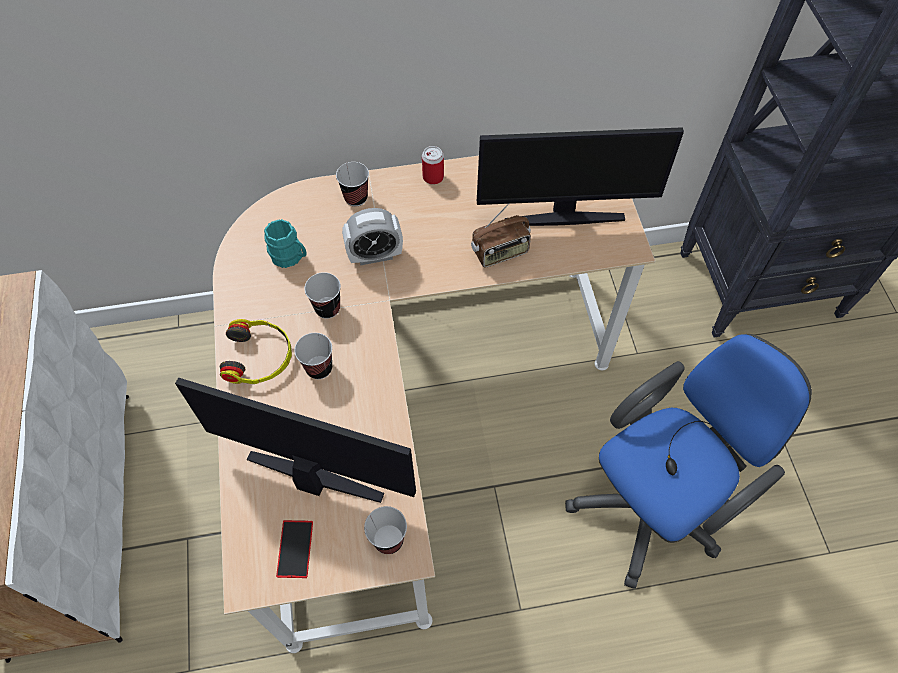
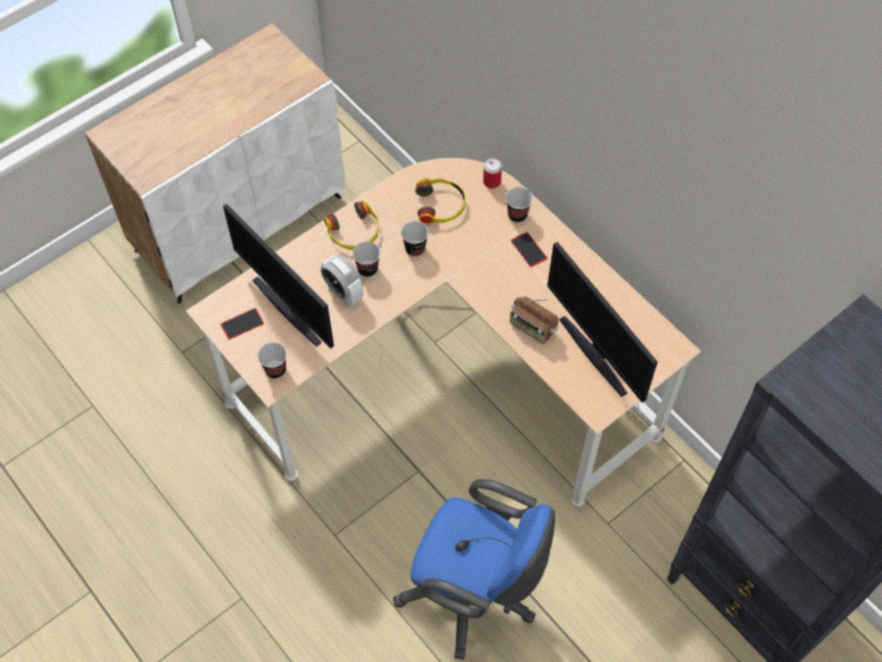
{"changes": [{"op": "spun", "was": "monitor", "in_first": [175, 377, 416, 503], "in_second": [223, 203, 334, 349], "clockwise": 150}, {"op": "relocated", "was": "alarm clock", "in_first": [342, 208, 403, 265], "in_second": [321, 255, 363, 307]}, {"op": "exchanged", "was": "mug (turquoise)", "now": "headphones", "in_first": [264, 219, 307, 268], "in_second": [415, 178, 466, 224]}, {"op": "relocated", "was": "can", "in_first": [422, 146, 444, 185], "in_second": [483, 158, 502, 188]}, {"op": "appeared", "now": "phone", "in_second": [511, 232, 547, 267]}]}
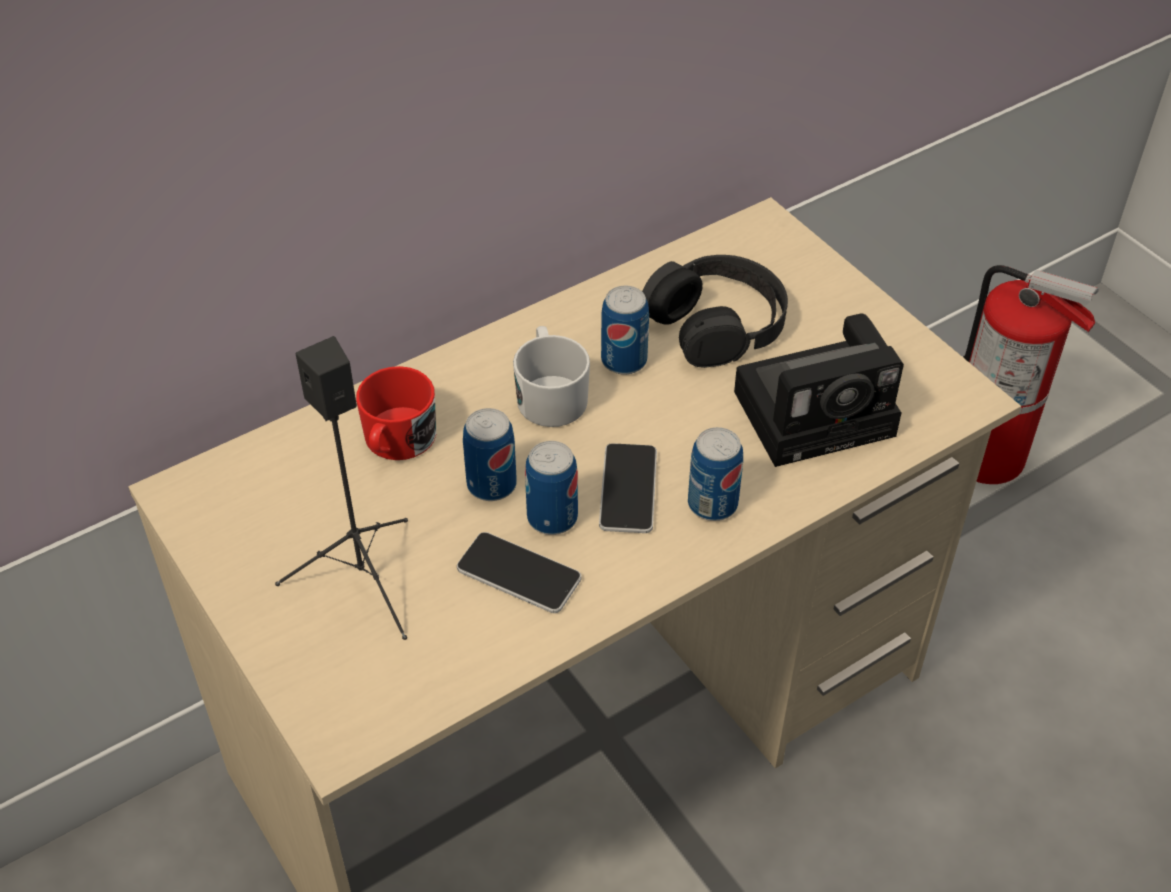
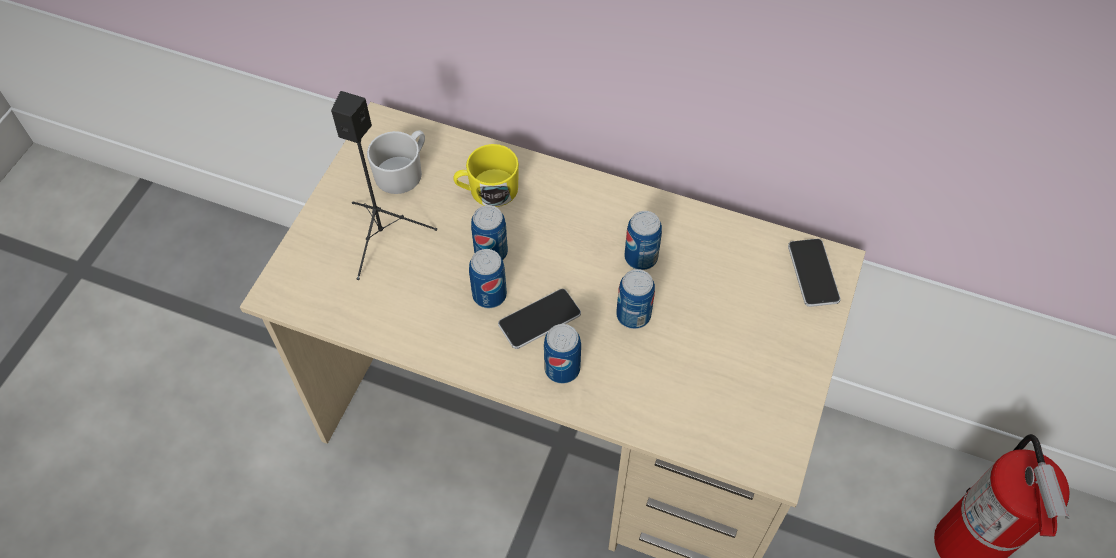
{"changes": [{"op": "relocated", "was": "mug (white)", "in_first": [513, 326, 590, 427], "in_second": [367, 130, 425, 194]}, {"op": "colour", "was": "mug (red)", "now": "mug (yellow)", "in_first": [356, 366, 436, 460], "in_second": [453, 144, 519, 207]}, {"op": "appeared", "now": "can", "in_second": [616, 269, 655, 329]}, {"op": "relocated", "was": "phone", "in_first": [457, 532, 581, 613], "in_second": [788, 239, 841, 307]}, {"op": "missing", "was": "headphones (black)", "in_first": [642, 255, 788, 368]}, {"op": "missing", "was": "photo camera", "in_first": [734, 313, 904, 467]}]}
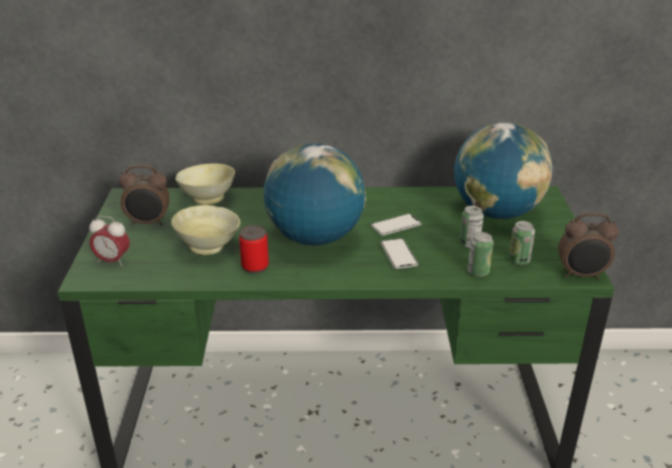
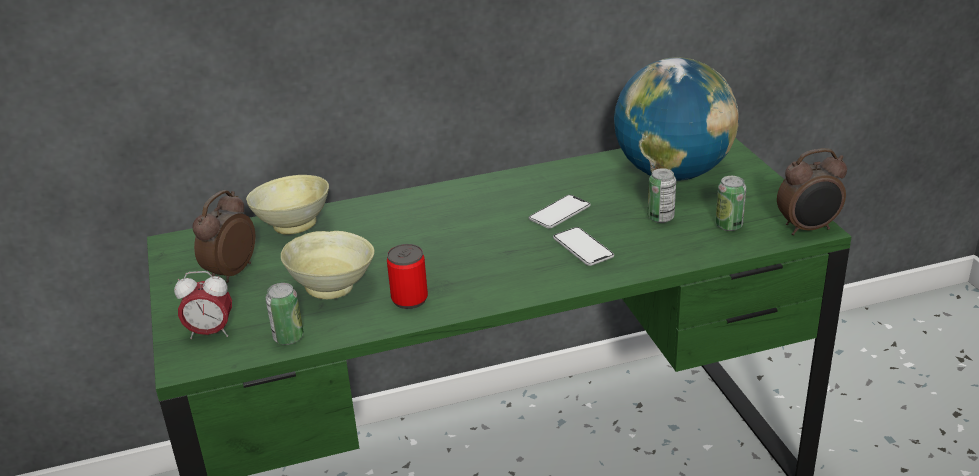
{"changes": [{"op": "spun", "was": "alarm clock", "in_first": [119, 165, 169, 226], "in_second": [192, 190, 255, 283], "clockwise": 135}, {"op": "relocated", "was": "can", "in_first": [468, 232, 494, 277], "in_second": [266, 283, 304, 345]}, {"op": "missing", "was": "globe", "in_first": [263, 143, 366, 246]}]}
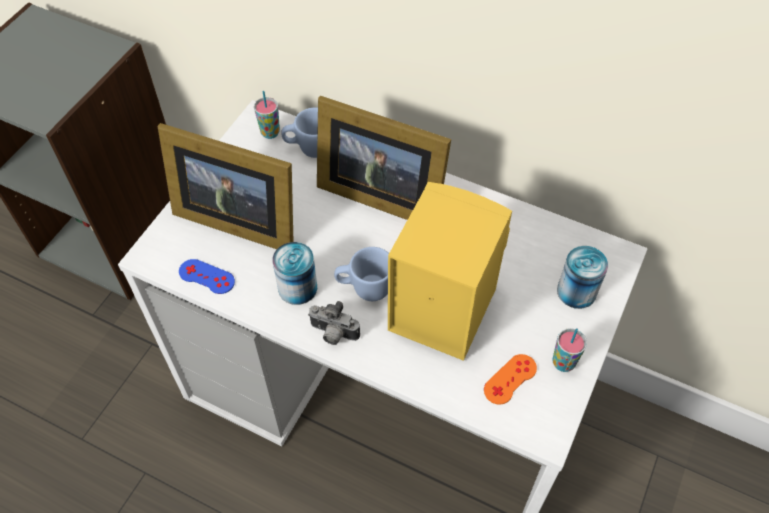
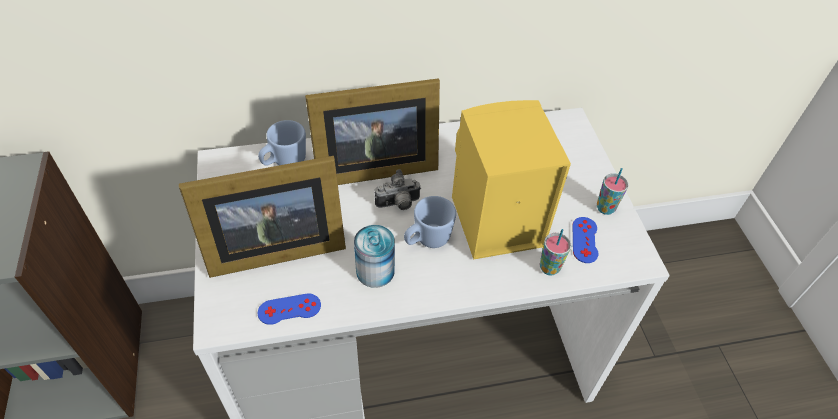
{"changes": [{"op": "relocated", "was": "photo camera", "in_first": [308, 301, 360, 345], "in_second": [375, 169, 421, 210]}, {"op": "relocated", "was": "cup", "in_first": [254, 91, 280, 139], "in_second": [540, 229, 572, 275]}, {"op": "colour", "was": "game controller (orange)", "now": "game controller (blue)", "in_first": [484, 354, 537, 405], "in_second": [573, 217, 599, 263]}, {"op": "missing", "was": "can", "in_first": [557, 246, 608, 309]}]}
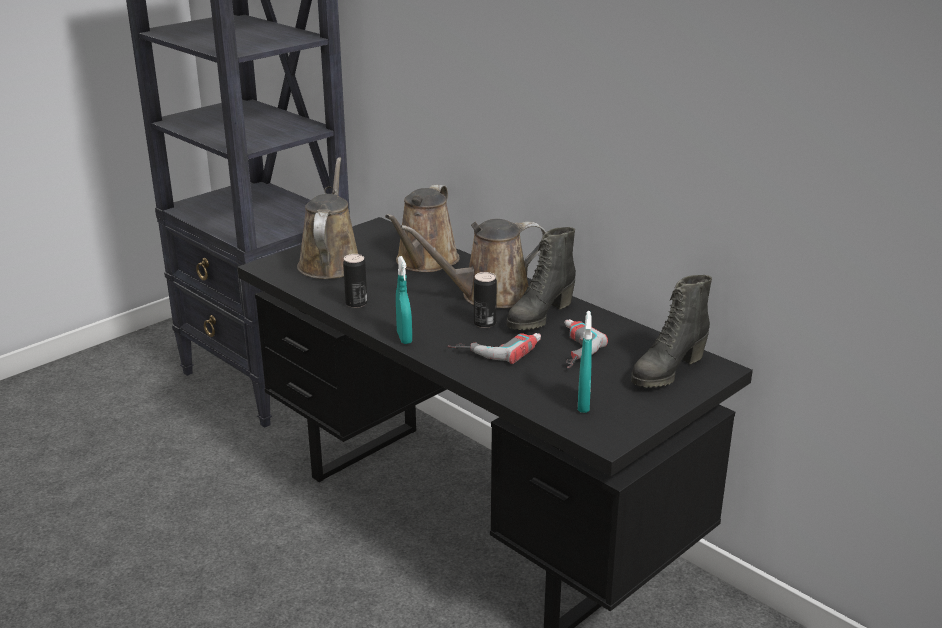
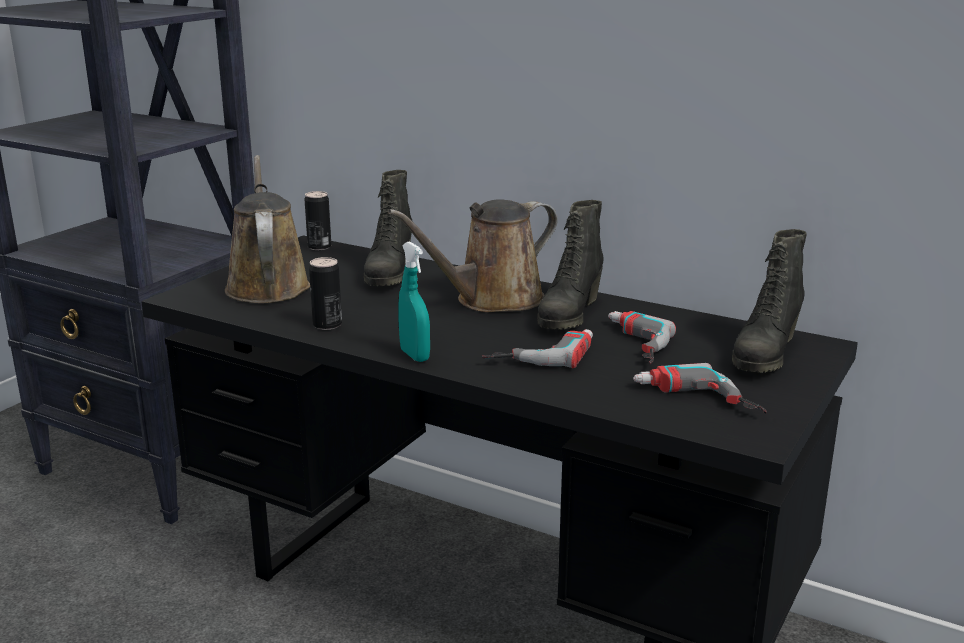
{"changes": [{"op": "relocated", "was": "can", "in_first": [474, 272, 497, 328], "in_second": [304, 191, 331, 250]}, {"op": "exchanged", "was": "watering can (brown)", "now": "boot (black)", "in_first": [385, 184, 460, 272], "in_second": [364, 170, 412, 286]}, {"op": "exchanged", "was": "spray bottle (turquoise)", "now": "power drill", "in_first": [578, 311, 592, 413], "in_second": [633, 363, 767, 414]}]}
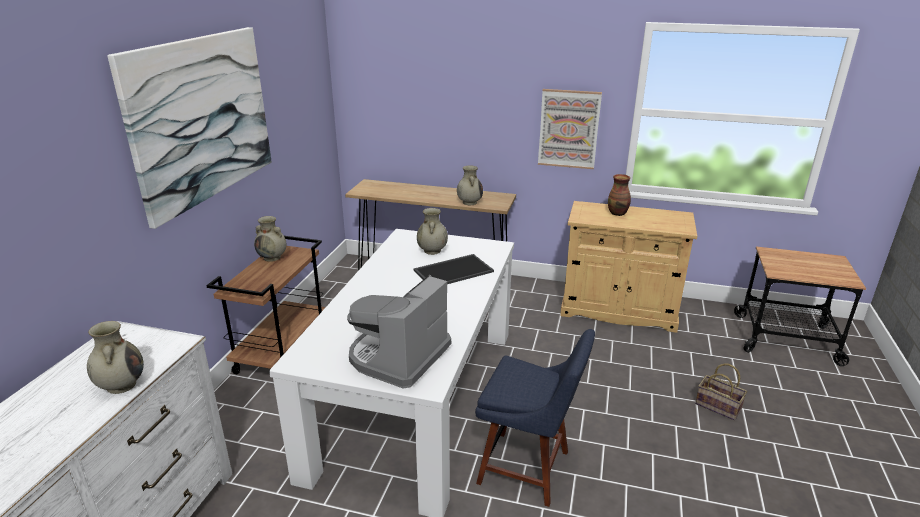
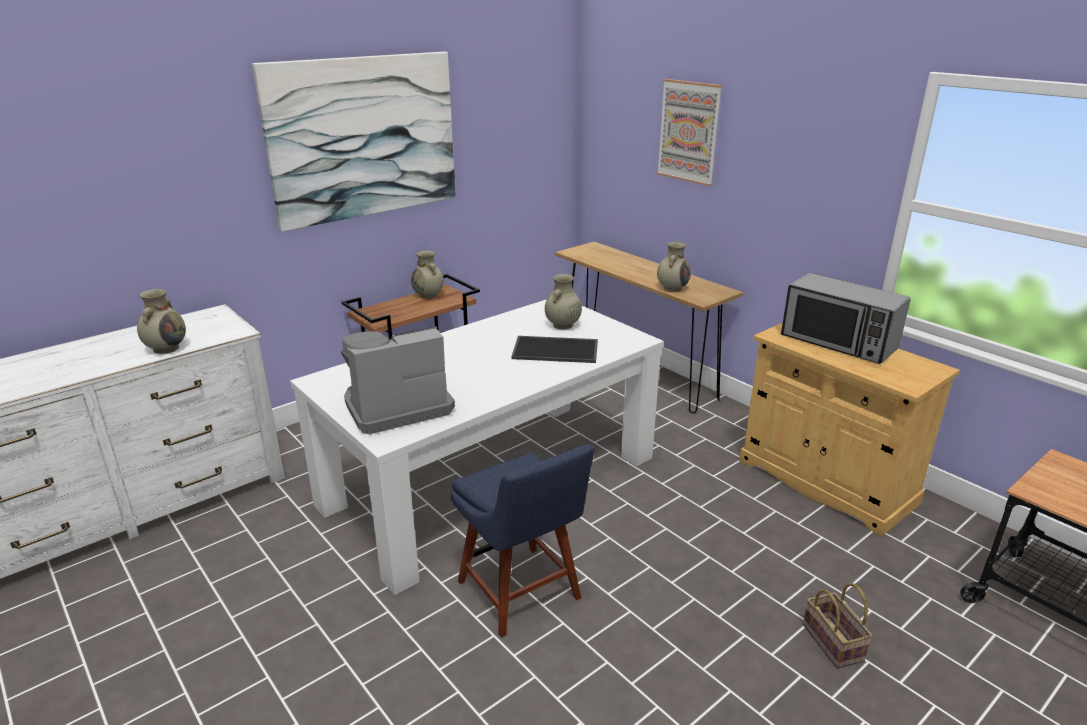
{"changes": [{"op": "relocated", "was": "picture", "in_first": [538, 89, 602, 169], "in_second": [657, 79, 722, 186]}, {"op": "exchanged", "was": "vase", "now": "microwave", "in_first": [608, 174, 631, 216], "in_second": [781, 273, 911, 364]}]}
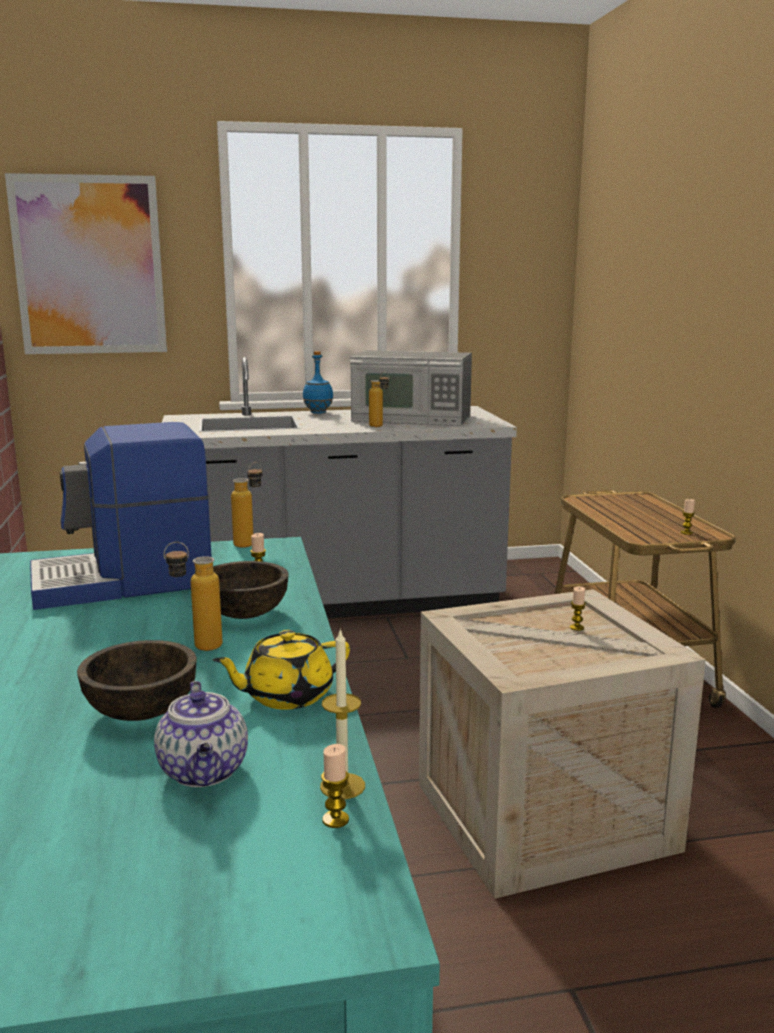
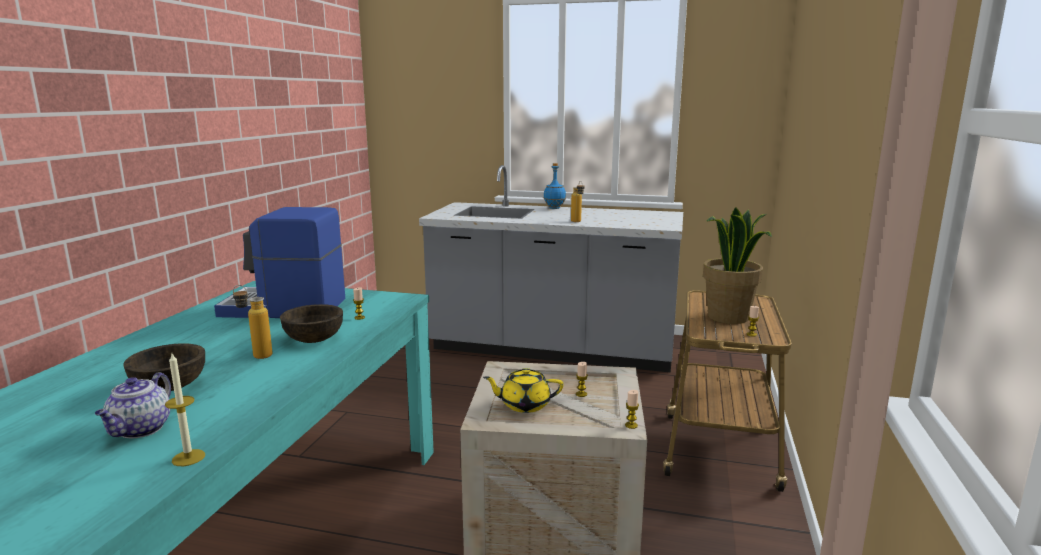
{"changes": [{"op": "relocated", "was": "teapot (yellow)", "in_first": [212, 630, 350, 710], "in_second": [483, 368, 563, 413]}, {"op": "relocated", "was": "candle", "in_first": [321, 744, 349, 828], "in_second": [625, 390, 639, 429]}, {"op": "appeared", "now": "potted plant", "in_second": [703, 207, 772, 324]}, {"op": "missing", "was": "picture", "in_first": [5, 173, 167, 354]}, {"op": "missing", "was": "bottle", "in_first": [231, 462, 262, 548]}, {"op": "missing", "was": "microwave", "in_first": [350, 350, 472, 426]}]}
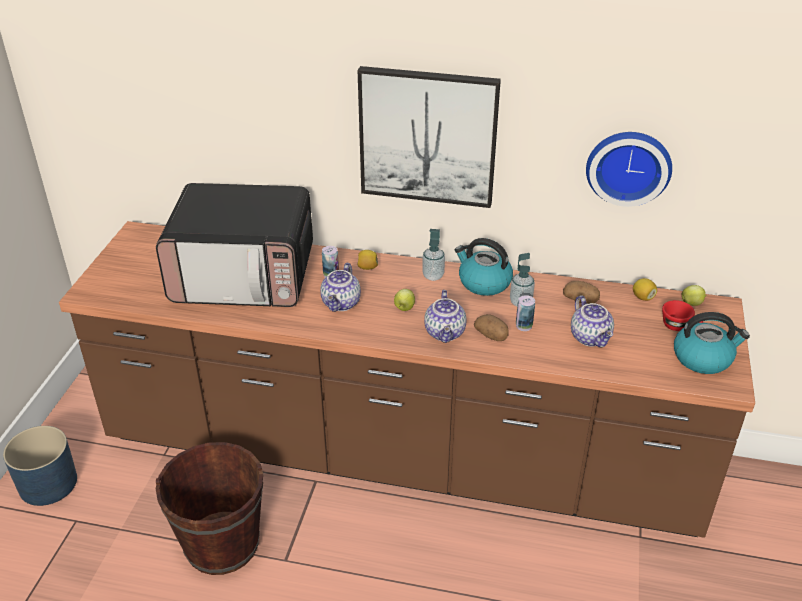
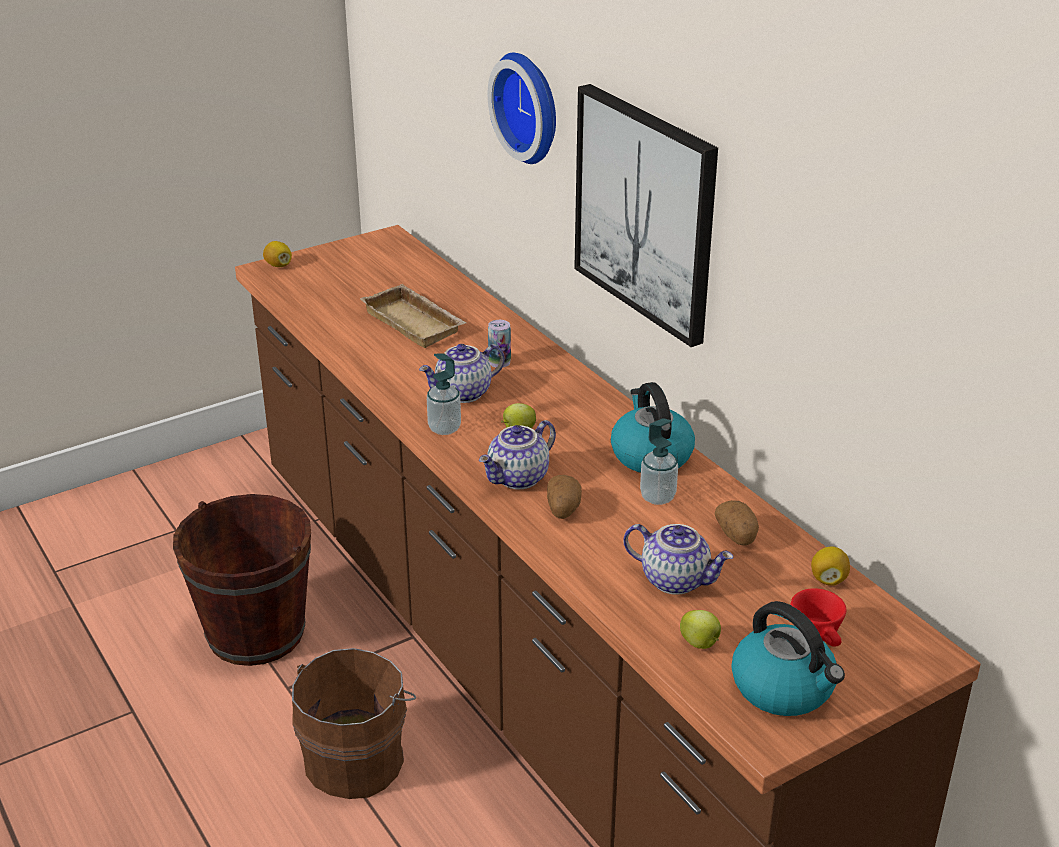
{"changes": [{"op": "relocated", "was": "lemon", "in_first": [357, 250, 378, 270], "in_second": [263, 241, 292, 267]}, {"op": "appeared", "now": "bucket (brown)", "in_second": [292, 648, 416, 799]}, {"op": "exchanged", "was": "microwave", "now": "tray (beige)", "in_first": [156, 183, 313, 307], "in_second": [360, 284, 467, 348]}, {"op": "relocated", "was": "soap dispenser", "in_first": [422, 229, 445, 281], "in_second": [427, 353, 461, 435]}, {"op": "relocated", "was": "wall clock", "in_first": [586, 132, 672, 207], "in_second": [488, 53, 556, 164]}, {"op": "spun", "was": "teapot", "in_first": [571, 295, 614, 348], "in_second": [623, 524, 734, 595], "clockwise": -90}, {"op": "relocated", "was": "apple", "in_first": [682, 285, 707, 306], "in_second": [680, 610, 721, 649]}, {"op": "missing", "was": "planter (blue)", "in_first": [3, 426, 77, 506]}, {"op": "missing", "was": "can", "in_first": [516, 295, 535, 331]}]}
